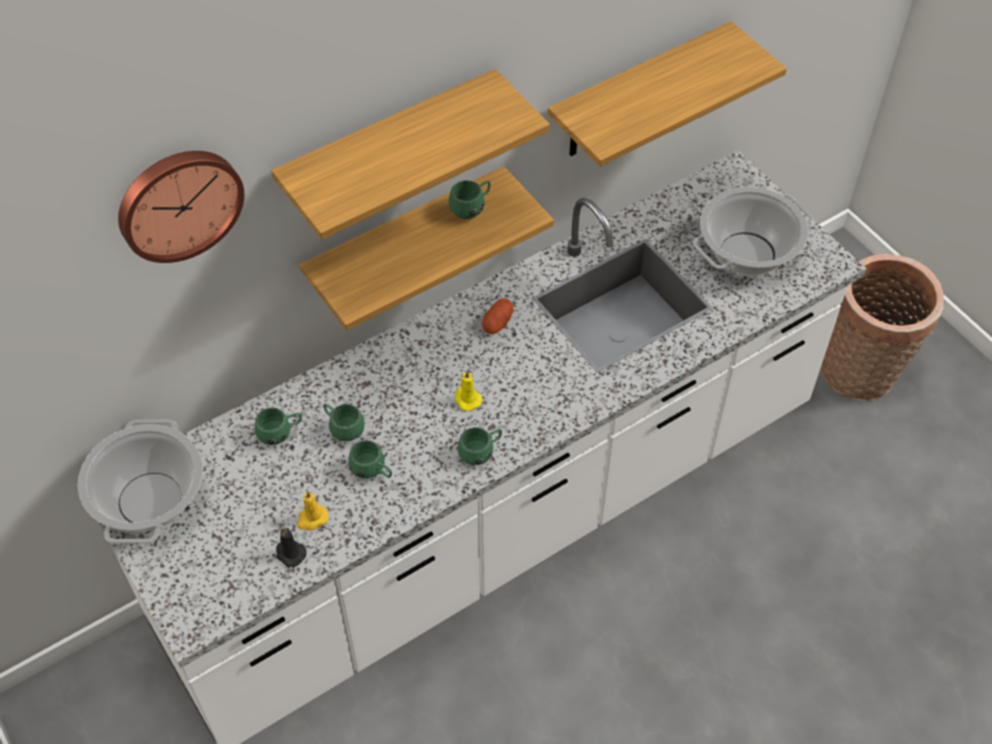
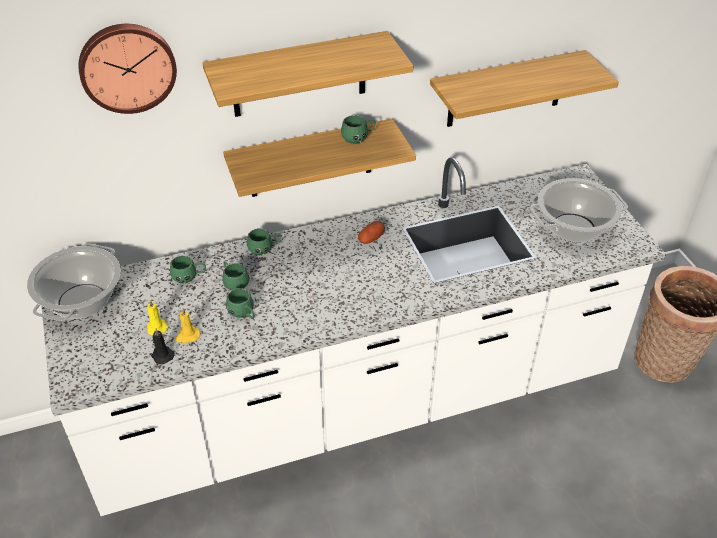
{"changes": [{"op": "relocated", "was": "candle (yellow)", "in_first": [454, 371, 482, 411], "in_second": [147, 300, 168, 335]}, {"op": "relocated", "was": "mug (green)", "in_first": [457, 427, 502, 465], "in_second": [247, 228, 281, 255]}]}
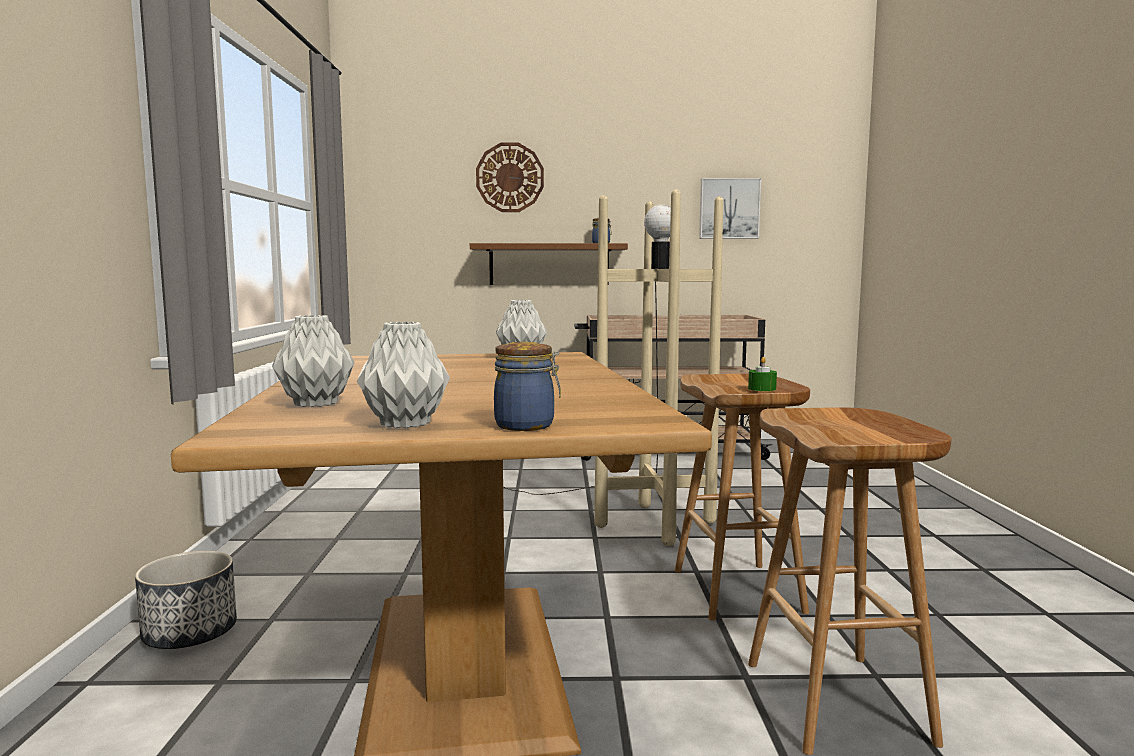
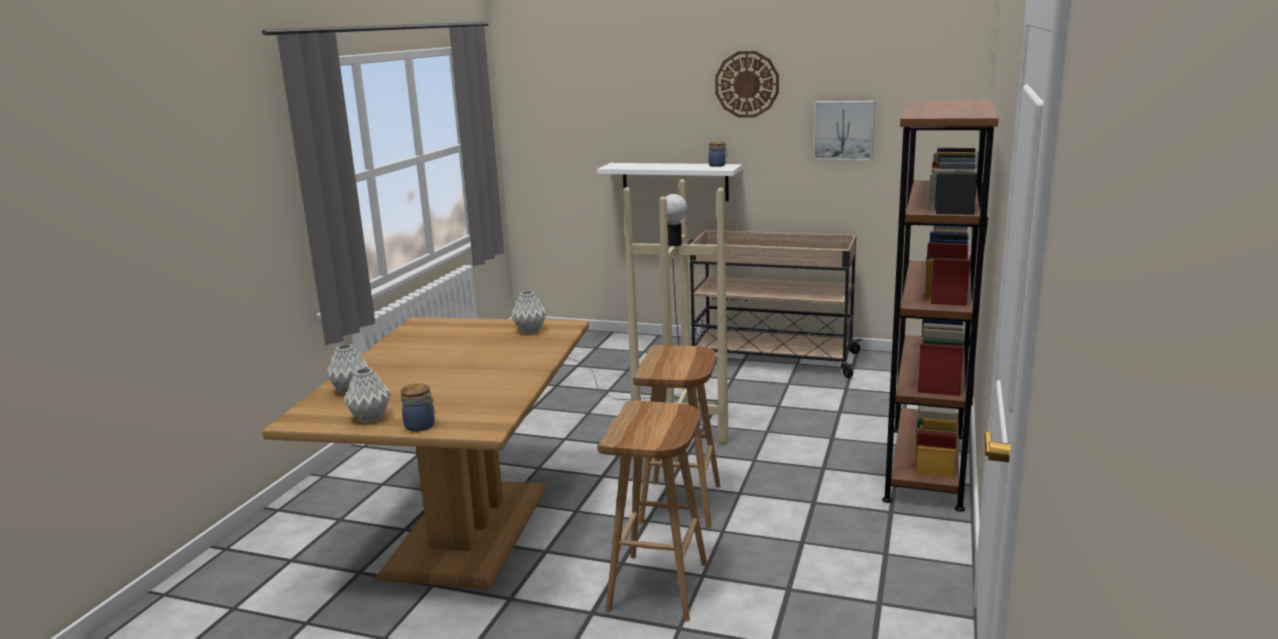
{"changes": [{"op": "colour", "was": "shelf (brown)", "now": "shelf (white)", "in_first": [470, 243, 628, 285], "in_second": [597, 163, 742, 201]}, {"op": "relocated", "was": "wall clock", "in_first": [476, 143, 544, 212], "in_second": [715, 51, 779, 118]}, {"op": "appeared", "now": "bookcase (brown)", "in_second": [882, 99, 999, 512]}, {"op": "missing", "was": "planter", "in_first": [135, 551, 237, 649]}, {"op": "missing", "was": "candle (green)", "in_first": [748, 357, 777, 391]}]}
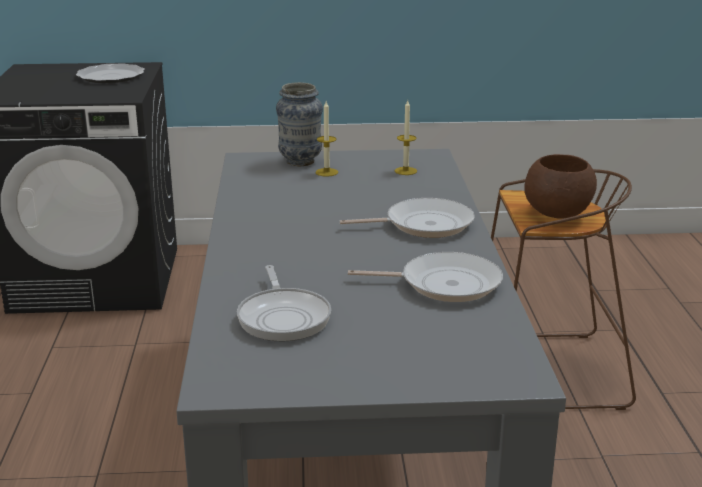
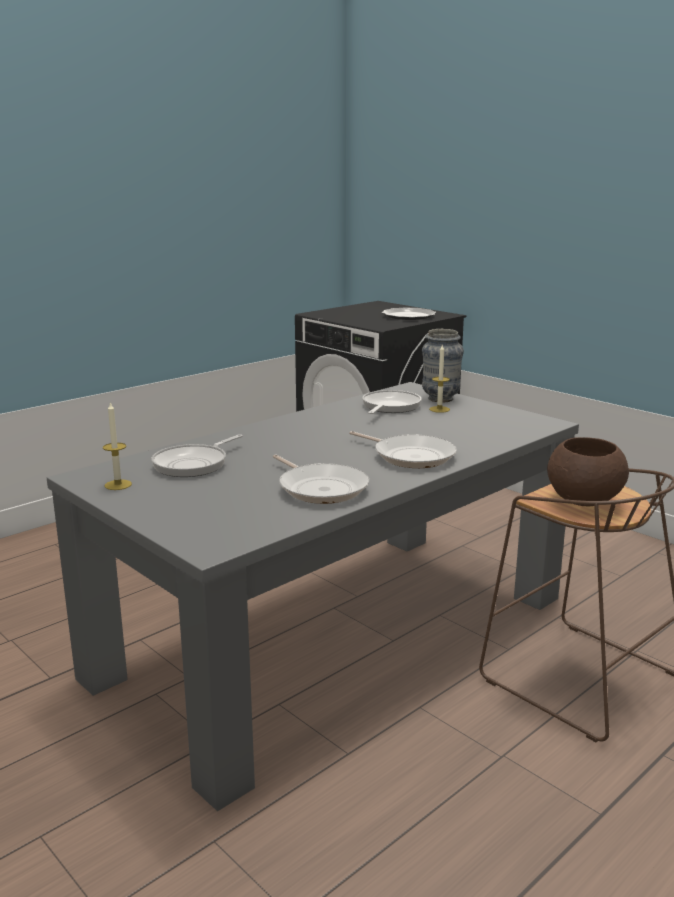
{"changes": [{"op": "relocated", "was": "candle", "in_first": [395, 100, 417, 175], "in_second": [103, 402, 132, 490]}, {"op": "appeared", "now": "frying pan", "in_second": [362, 390, 421, 414]}]}
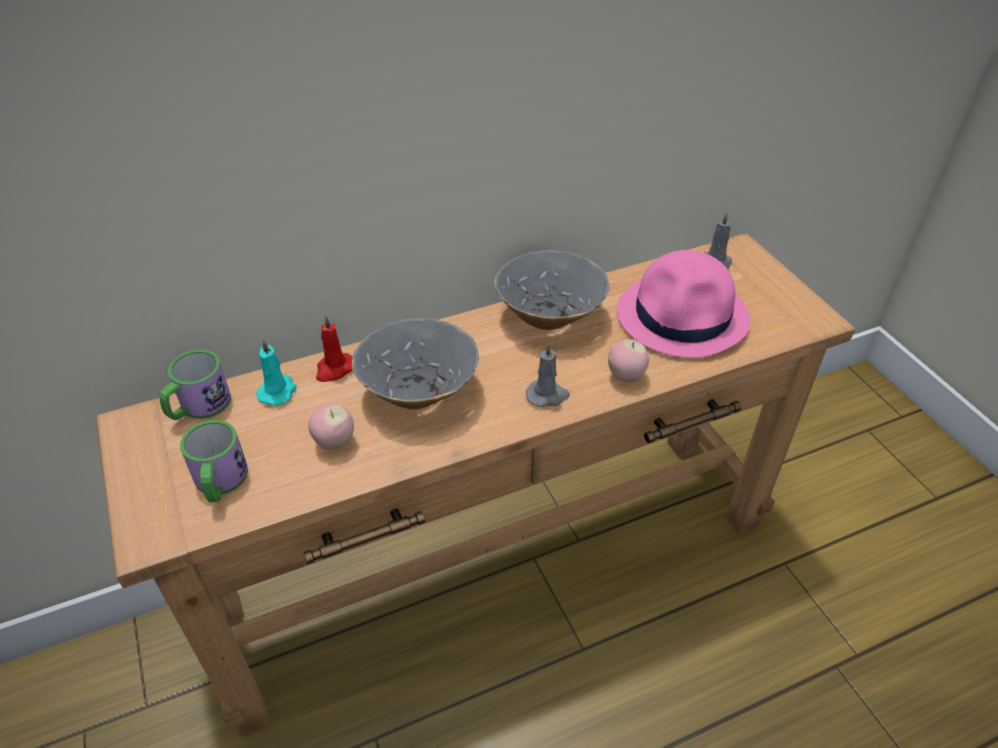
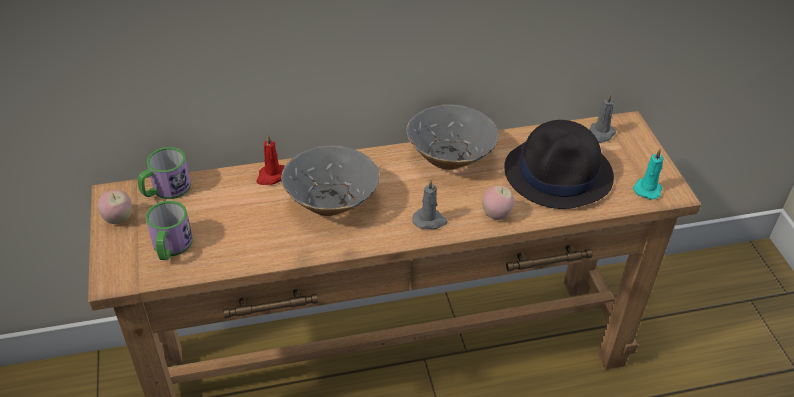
{"changes": [{"op": "relocated", "was": "apple", "in_first": [308, 404, 354, 450], "in_second": [97, 190, 132, 224]}, {"op": "colour", "was": "hat (pink)", "now": "hat (black)", "in_first": [617, 250, 750, 358], "in_second": [504, 120, 614, 209]}, {"op": "relocated", "was": "candle (turquoise)", "in_first": [256, 339, 296, 406], "in_second": [633, 149, 664, 200]}]}
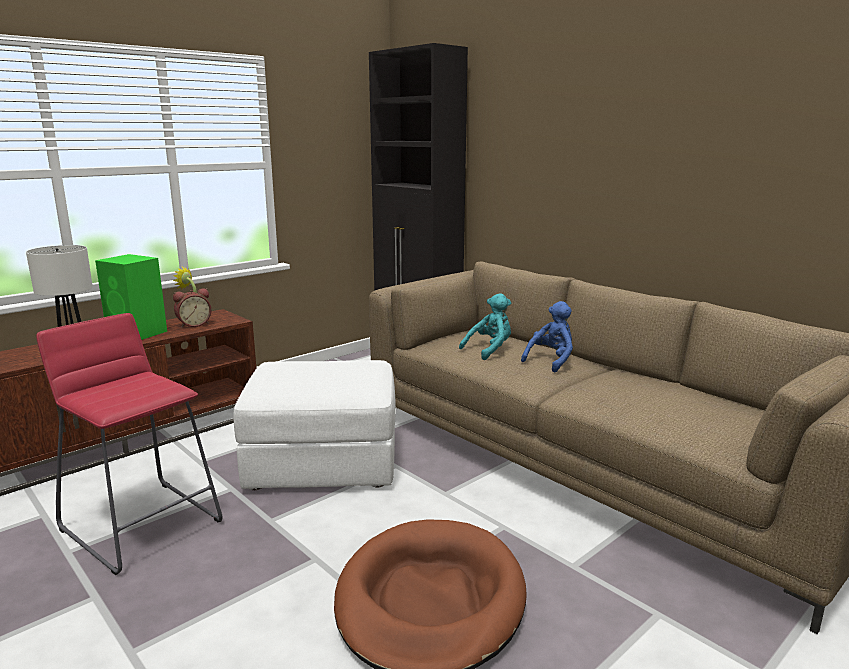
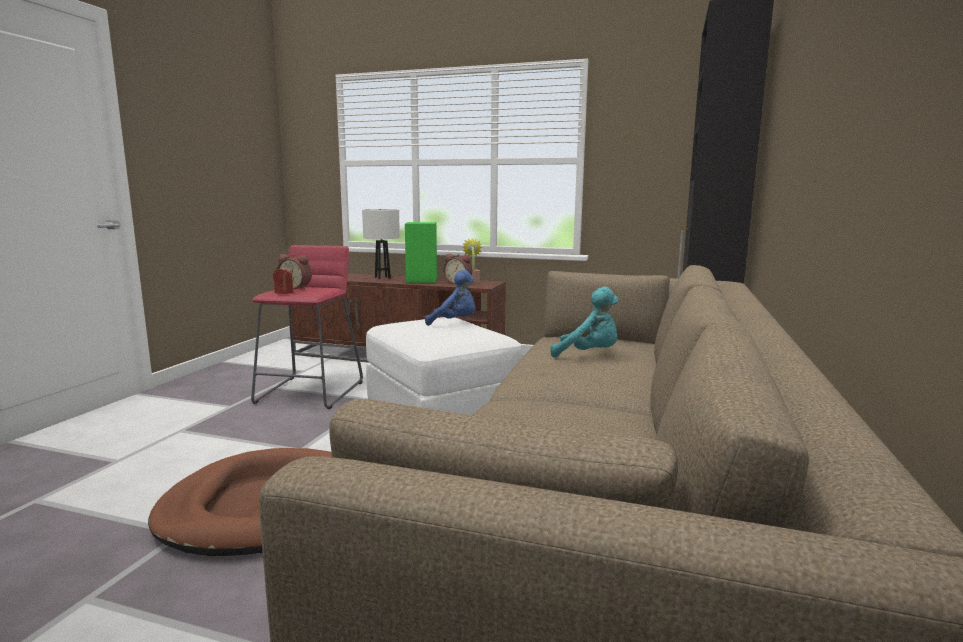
{"changes": [{"op": "appeared", "now": "candle (red)", "in_second": [273, 266, 293, 294]}, {"op": "appeared", "now": "alarm clock", "in_second": [277, 254, 312, 290]}, {"op": "relocated", "was": "plush toy (blue)", "in_first": [521, 301, 573, 373], "in_second": [425, 270, 476, 326]}]}
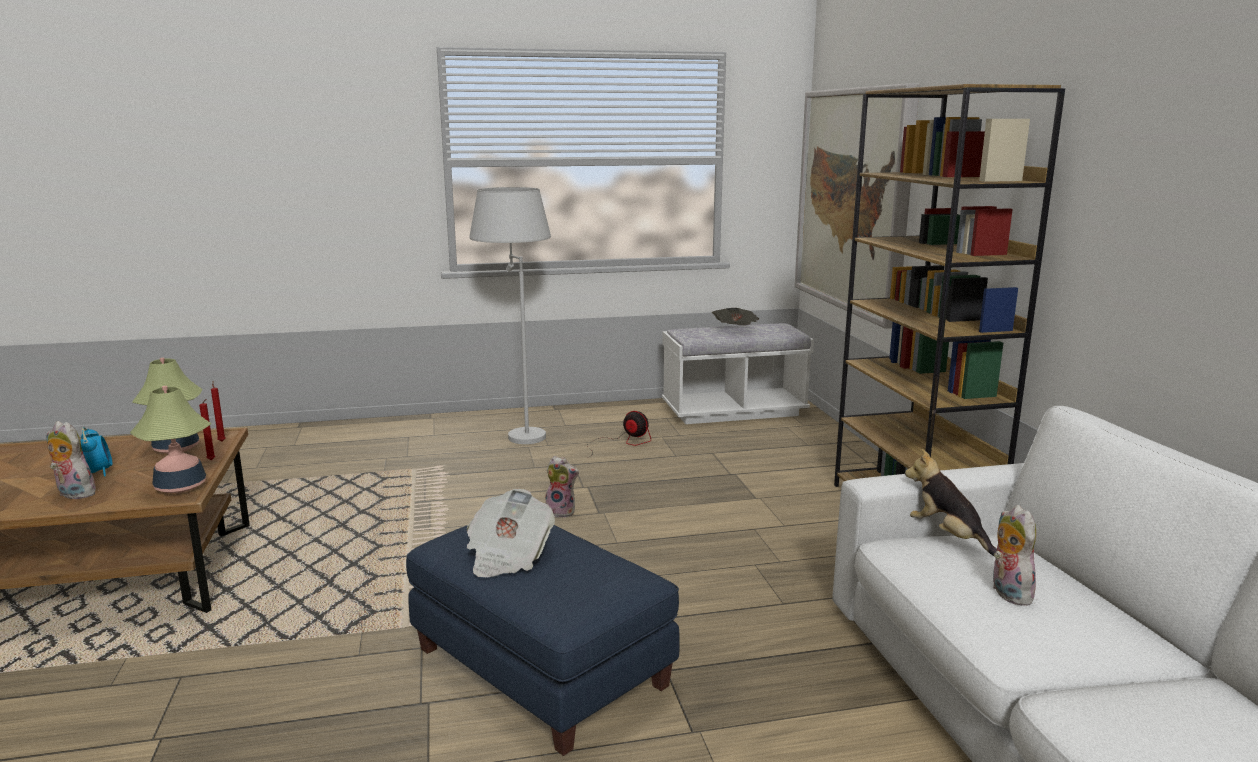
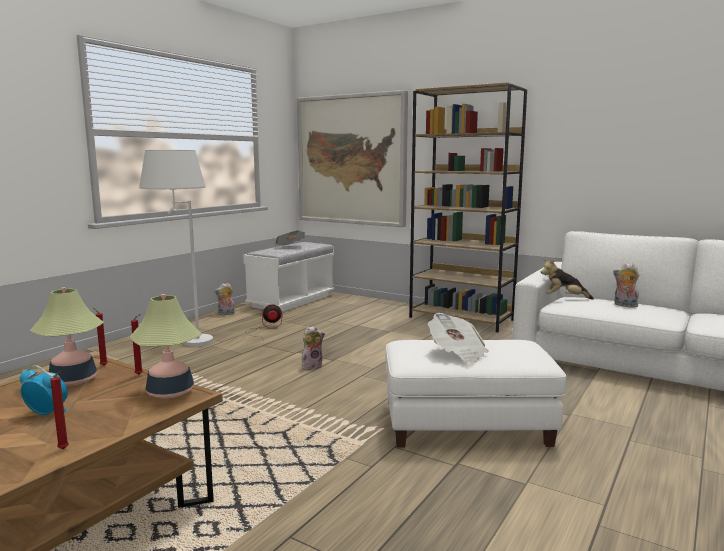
{"changes": [{"op": "appeared", "now": "candle (red)", "in_second": [50, 370, 69, 449]}, {"op": "relocated", "was": "plush toy", "in_first": [47, 421, 96, 499], "in_second": [214, 283, 235, 315]}, {"op": "colour", "was": "ottoman (blue)", "now": "ottoman (white)", "in_first": [406, 525, 679, 756], "in_second": [386, 340, 567, 448]}]}
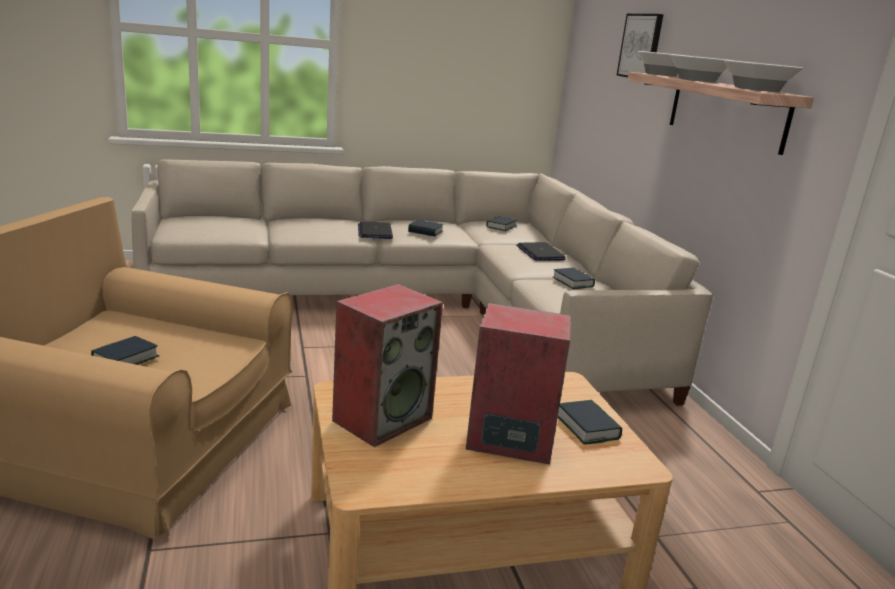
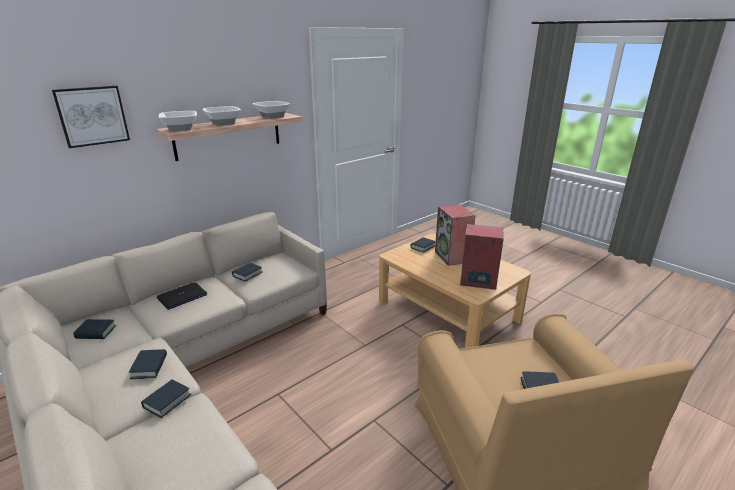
{"changes": [{"op": "exchanged", "was": "laptop", "now": "book", "in_first": [358, 222, 393, 239], "in_second": [141, 380, 192, 418]}]}
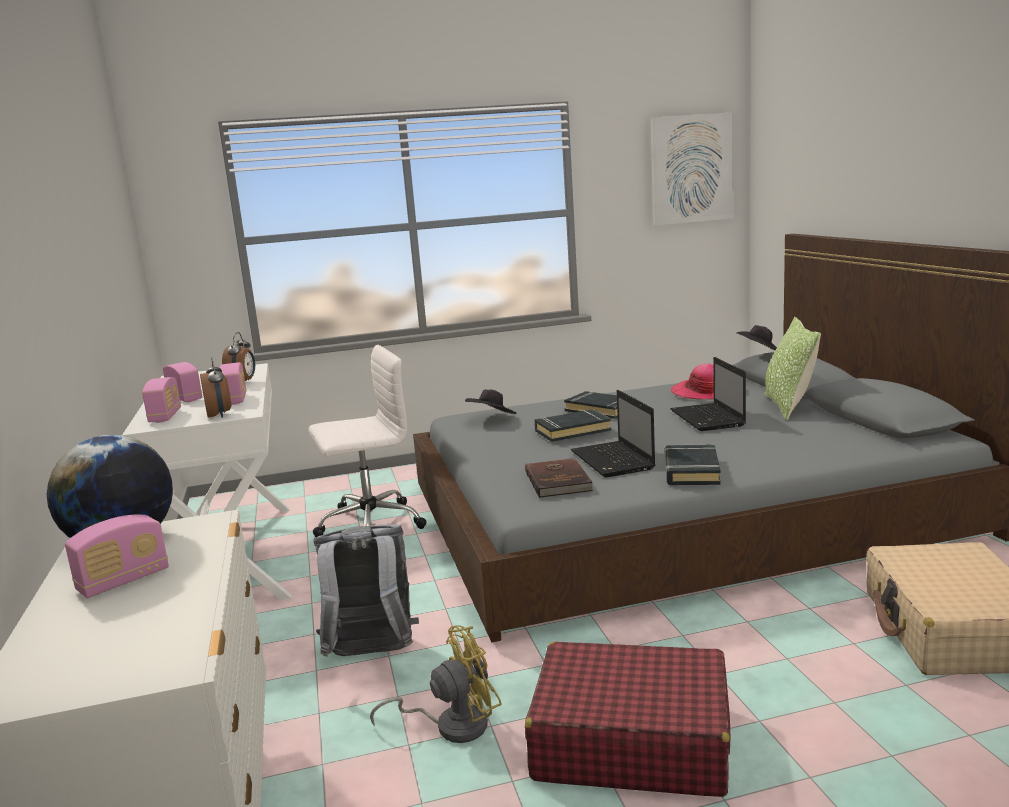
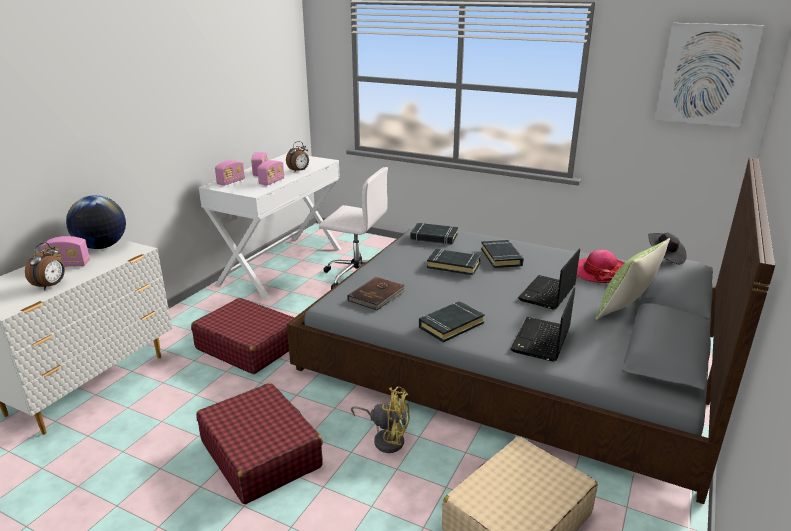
{"changes": [{"op": "relocated", "was": "alarm clock", "in_first": [200, 357, 231, 418], "in_second": [25, 242, 65, 290]}, {"op": "exchanged", "was": "backpack (grey)", "now": "suitcase (red)", "in_first": [313, 524, 419, 657], "in_second": [191, 298, 295, 374]}, {"op": "relocated", "was": "fan (yellow)", "in_first": [370, 625, 502, 743], "in_second": [351, 386, 410, 453]}, {"op": "exchanged", "was": "hat (black)", "now": "book (black)", "in_first": [465, 390, 517, 414], "in_second": [410, 223, 458, 244]}, {"op": "relocated", "was": "laptop", "in_first": [571, 390, 655, 477], "in_second": [510, 287, 575, 361]}]}
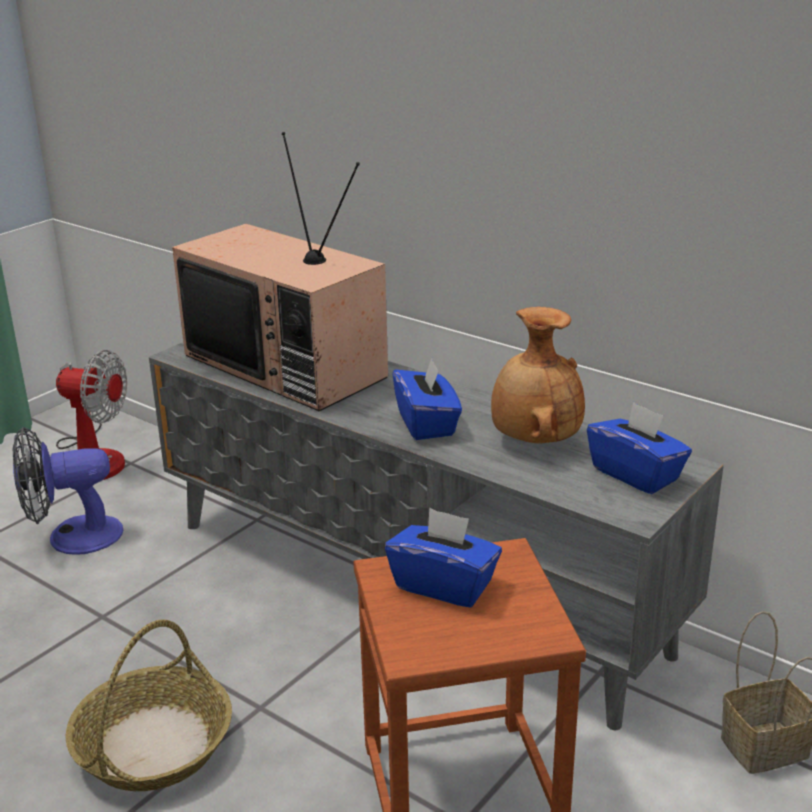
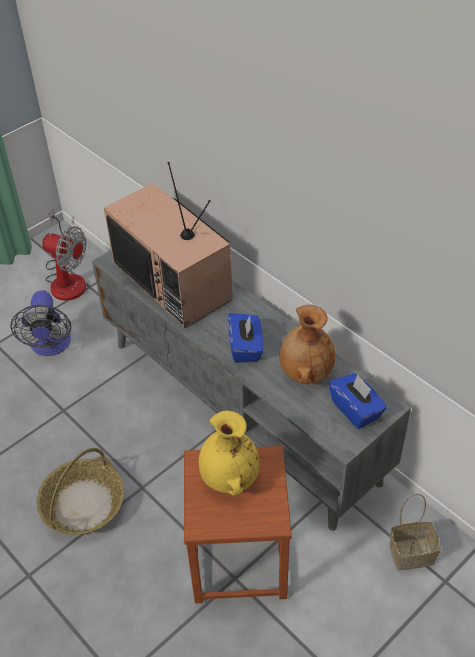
{"changes": [{"op": "spun", "was": "fan", "in_first": [13, 427, 123, 555], "in_second": [10, 290, 71, 356], "clockwise": -90}, {"op": "exchanged", "was": "tissue box (blue)", "now": "vase (yellow)", "in_first": [385, 508, 502, 607], "in_second": [199, 410, 259, 496]}]}
